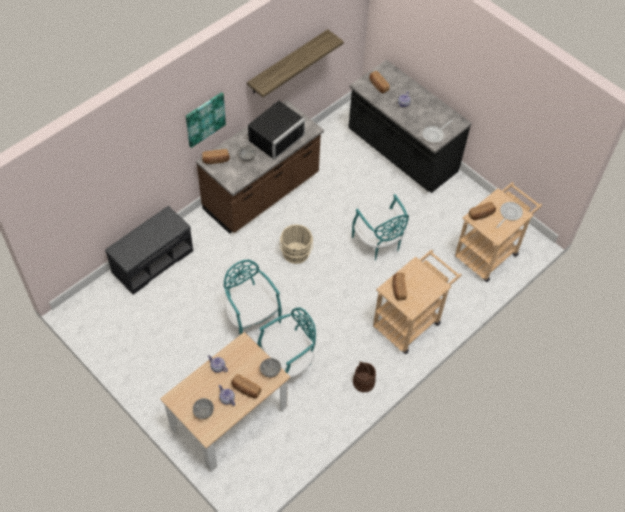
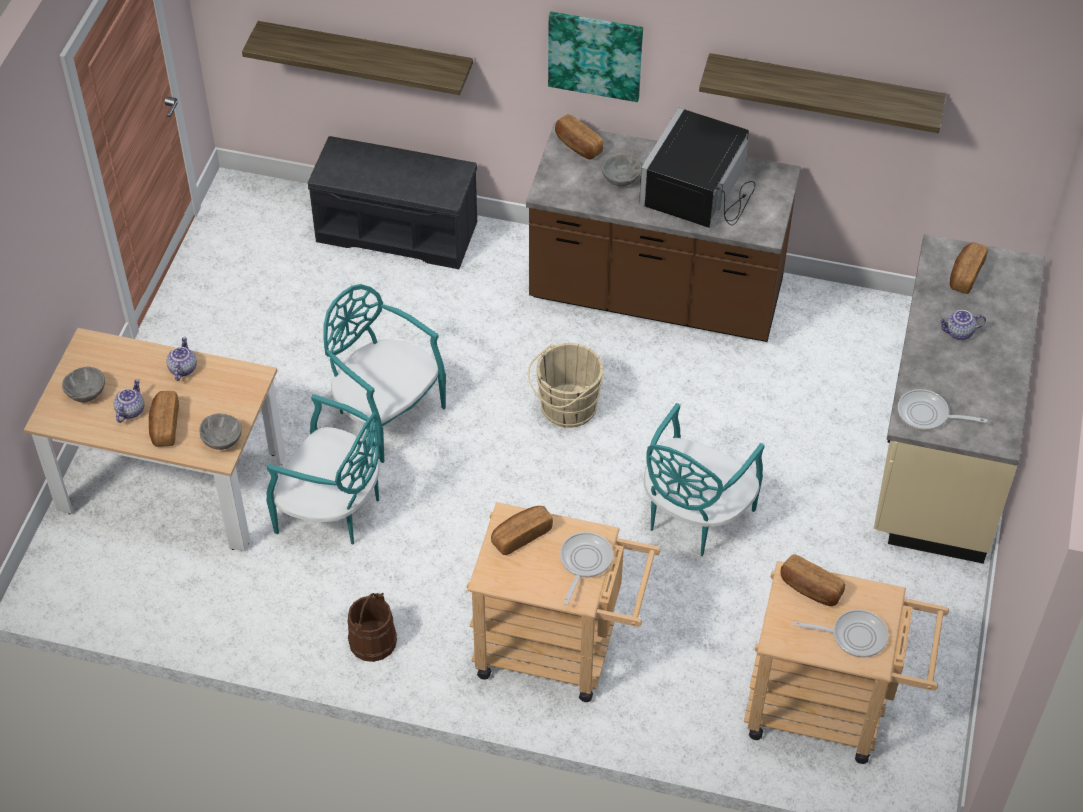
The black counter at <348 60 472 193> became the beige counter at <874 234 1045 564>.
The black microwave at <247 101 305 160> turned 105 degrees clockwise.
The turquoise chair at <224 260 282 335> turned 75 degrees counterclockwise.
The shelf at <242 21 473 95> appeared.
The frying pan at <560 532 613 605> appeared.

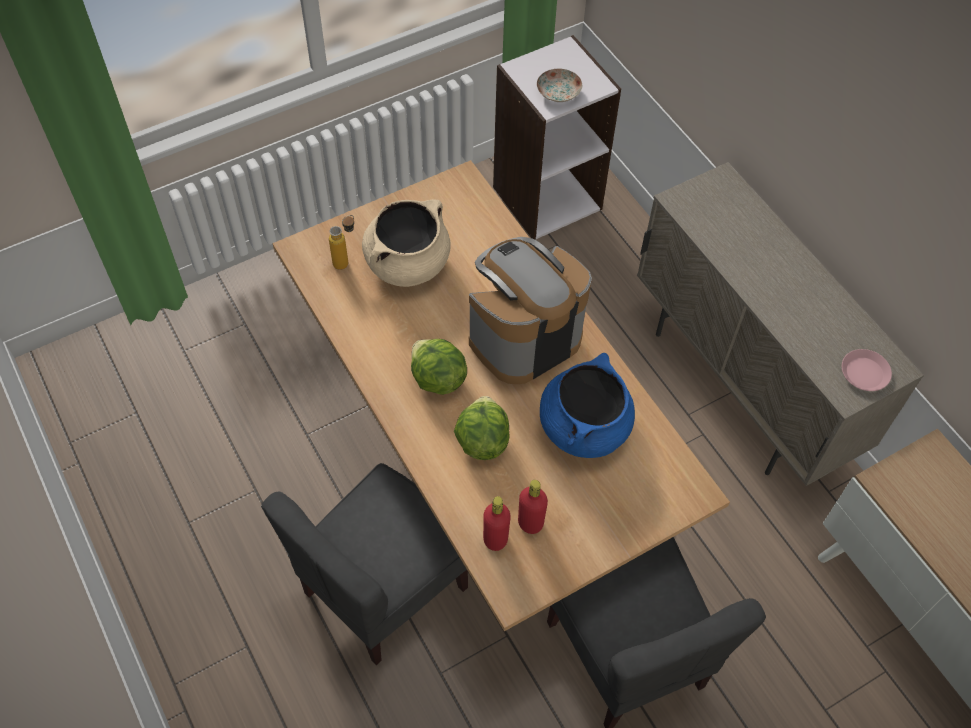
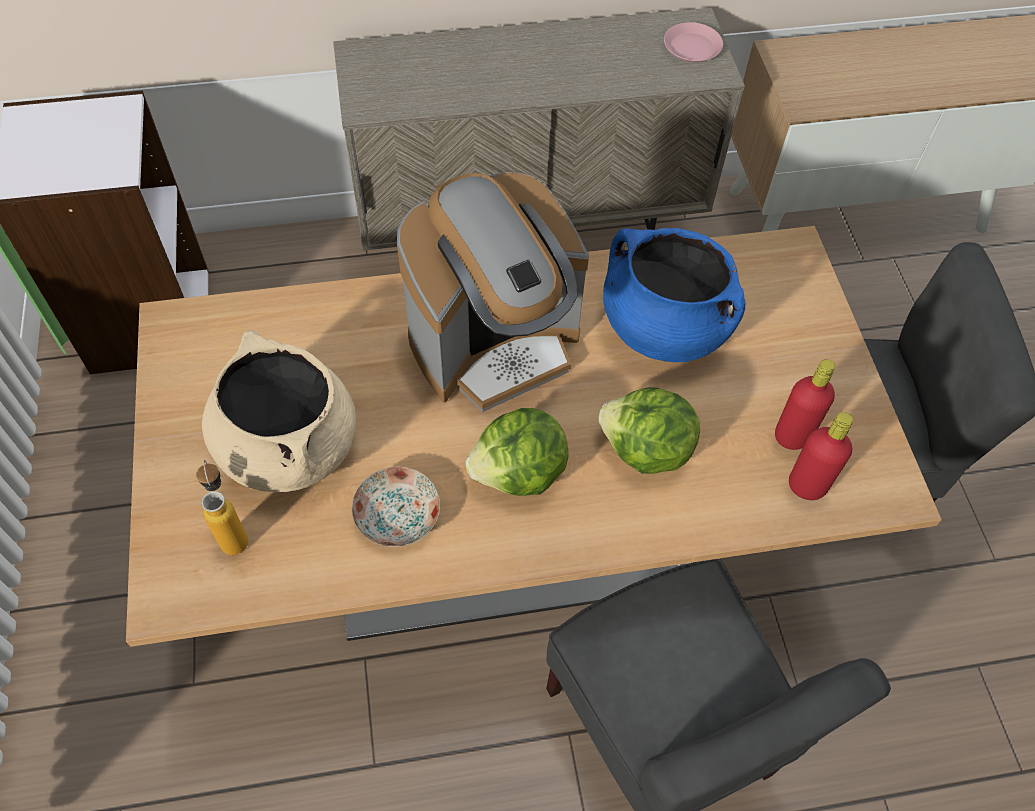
The plate moved from <537 69 582 102> to <352 466 440 547>.
The coffee machine at <469 237 592 384> turned 105 degrees counterclockwise.

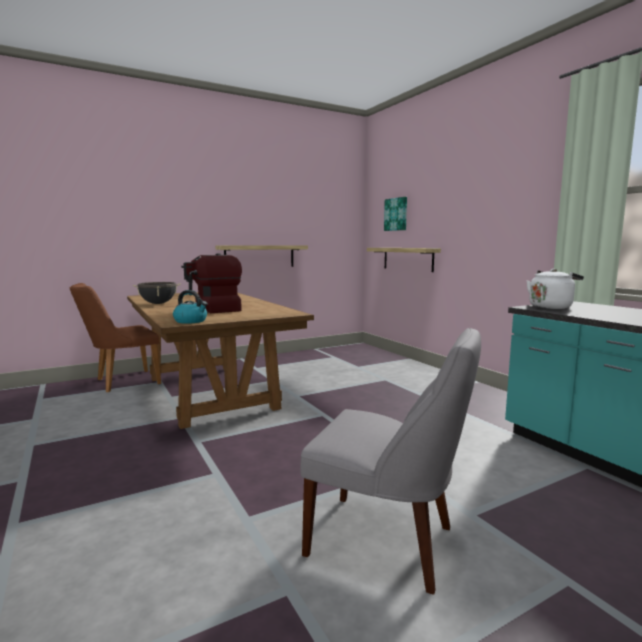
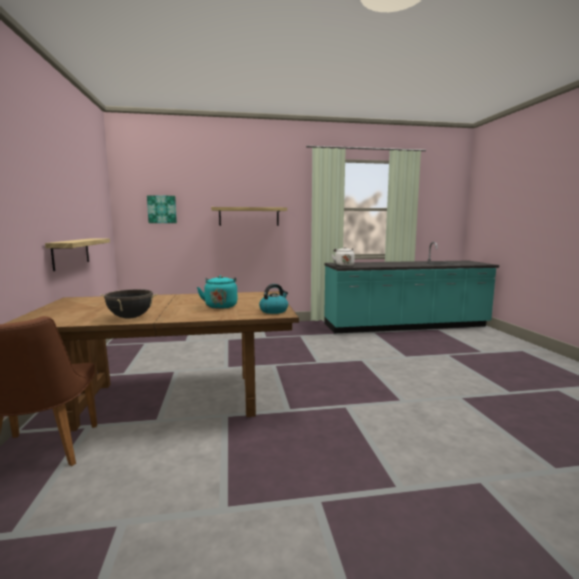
The shelf moved from <367 248 441 272> to <211 207 287 226>.
The coffee machine at <177 254 242 314> was replaced by the turquoise kettle at <197 275 237 309>.
The grey chair at <300 328 481 595> disappeared.

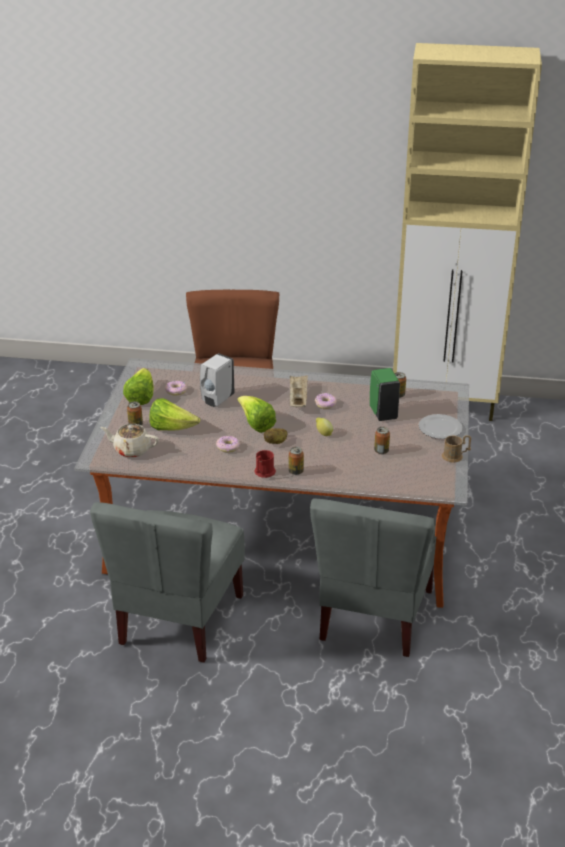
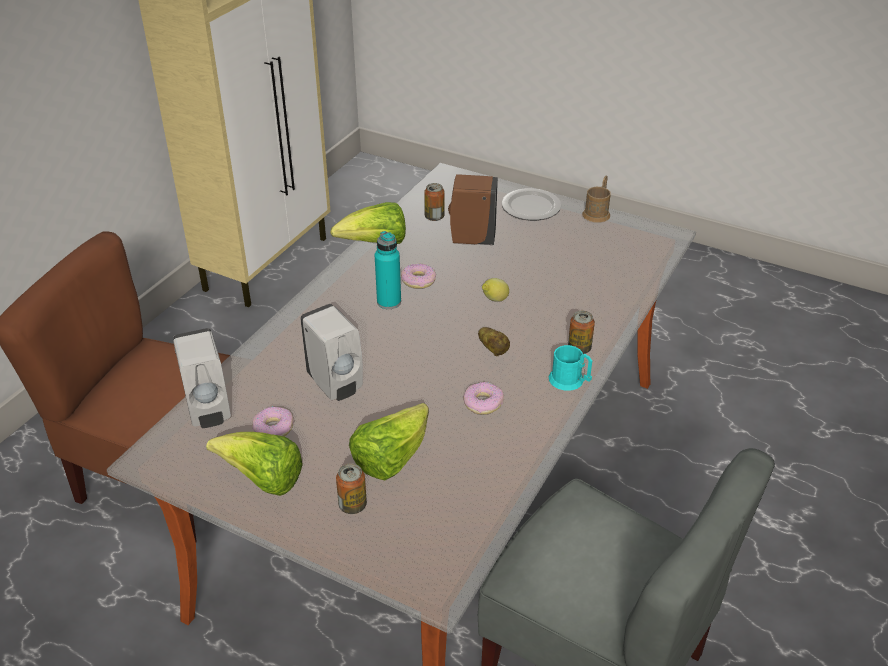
The green soap dispenser at <370 368 400 421> became the brown soap dispenser at <448 174 498 245>.
The beige tray at <290 375 308 407> was replaced by the turquoise bottle at <375 231 401 309>.
The lettuce moved from <238 396 276 433> to <330 202 406 244>.
The beige teapot at <100 424 159 458> disappeared.
The can at <374 427 390 454> disappeared.
The red mug at <254 450 276 478> became the turquoise mug at <549 345 592 390>.
The grey chair at <310 498 437 657> disappeared.
The white soap dispenser at <173 328 231 428> appeared.

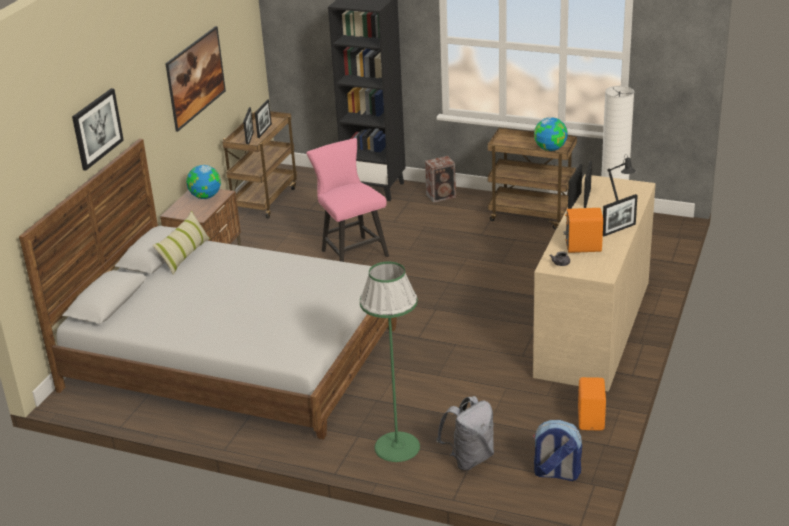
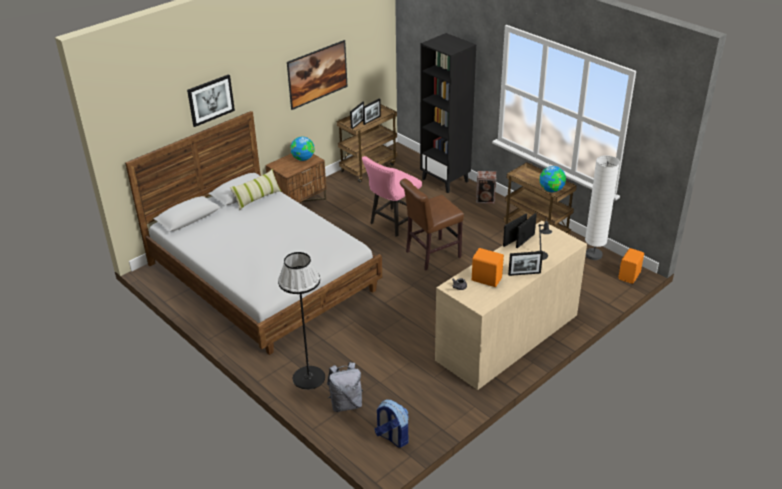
The pink chair at <306 138 389 262> turned 135 degrees counterclockwise.
The green floor lamp at <360 261 420 462> became the black floor lamp at <278 252 325 390>.
The orange speaker moved from <578 377 606 431> to <618 248 644 284>.
The brown chair at <400 179 464 271> appeared.

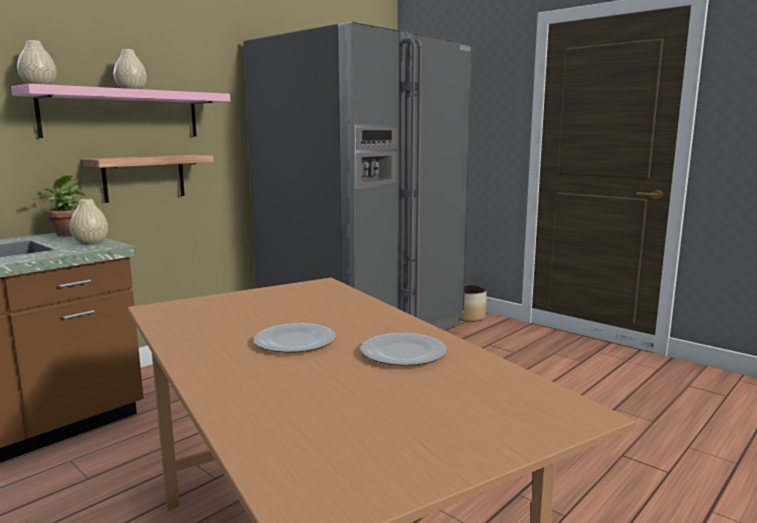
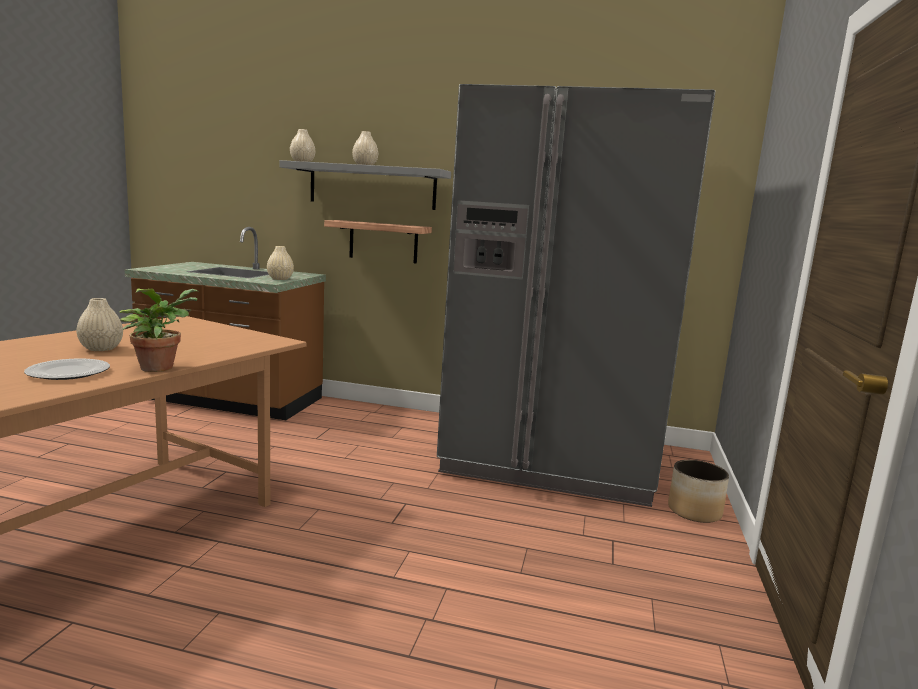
The pink shelf at <11 84 230 138> became the grey shelf at <280 160 451 210>.
The potted plant moved from <31 174 86 236> to <119 288 198 372>.
The plate at <254 323 336 353> was replaced by the beige vase at <76 298 123 351>.

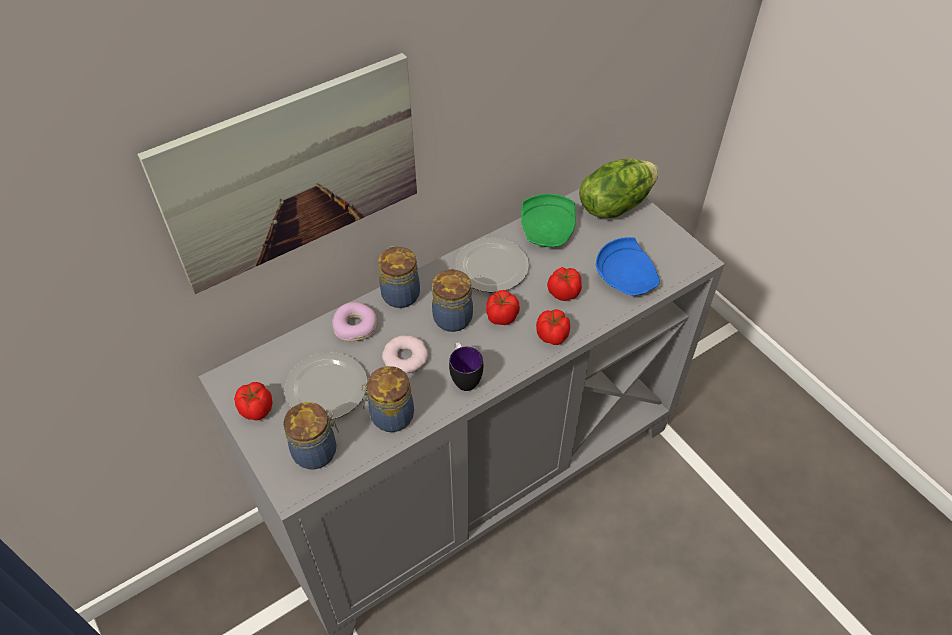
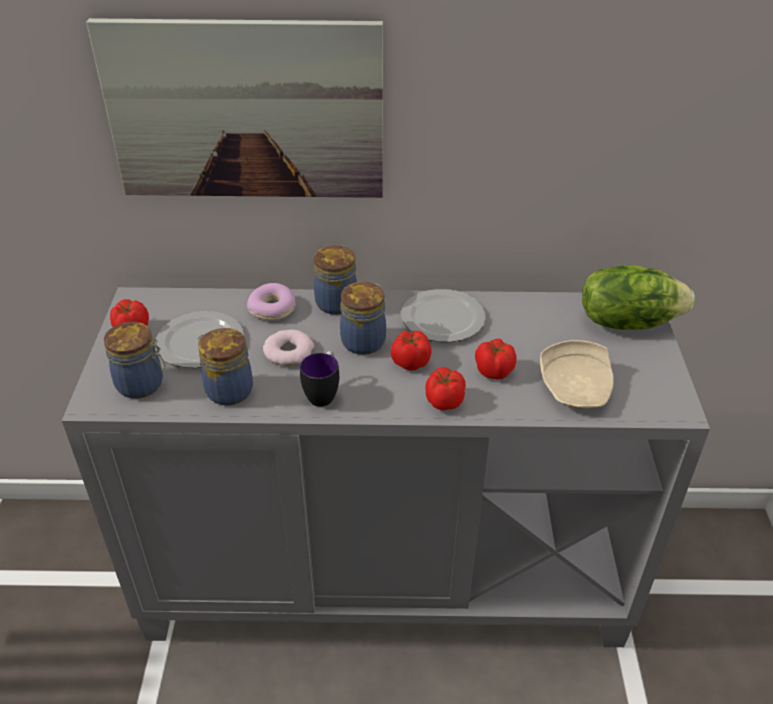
The green plate at <521 194 576 247> disappeared.
The blue plate at <596 237 660 296> became the beige plate at <540 340 614 409>.

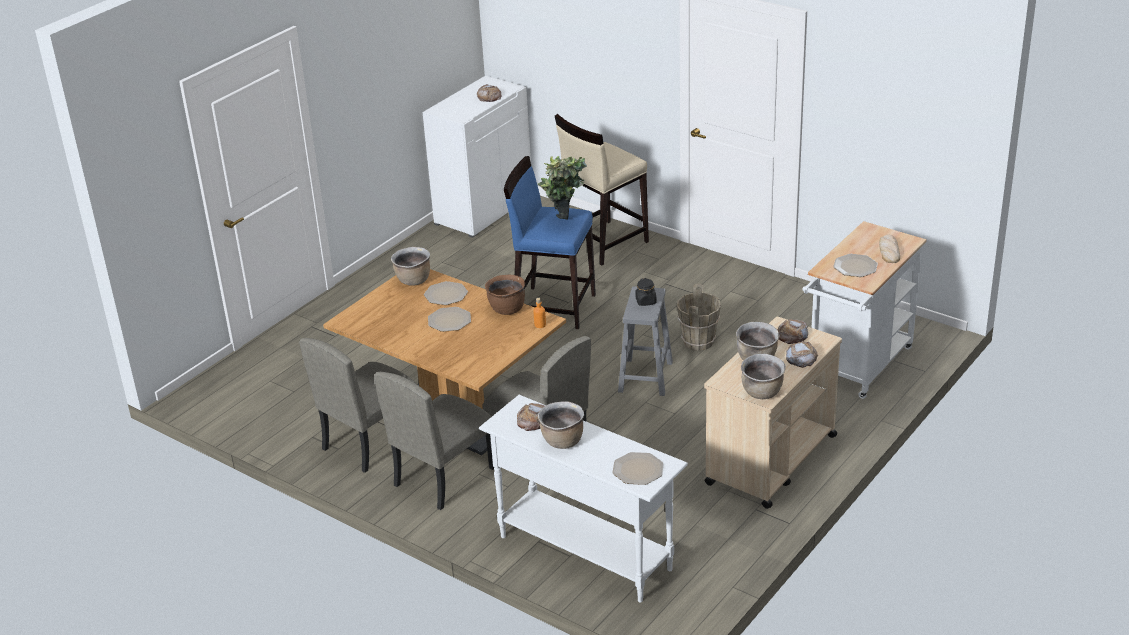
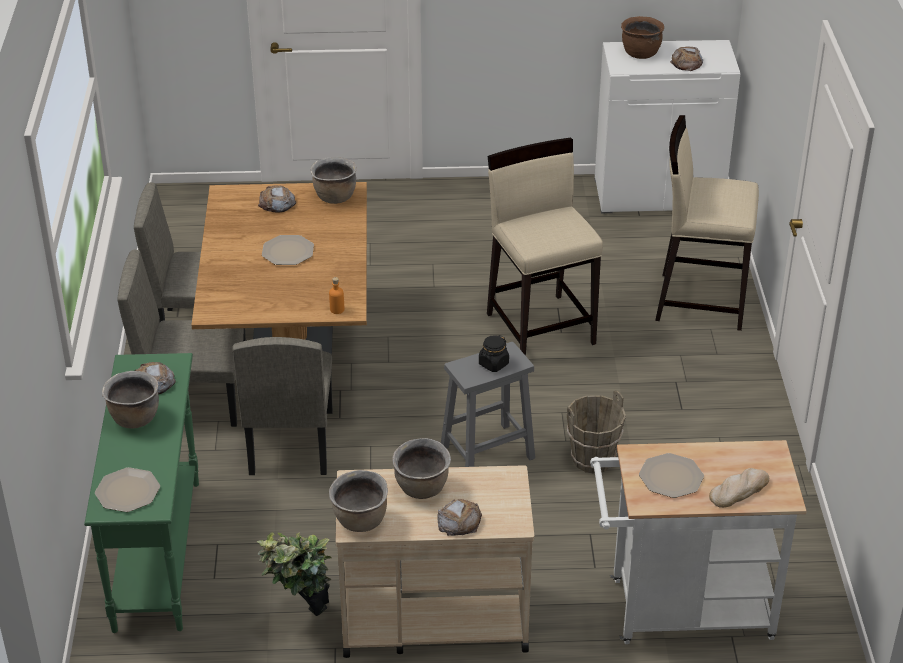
The blue stool at <504 156 596 329> became the beige stool at <487 137 603 356>.
The potted plant moved from <537 156 587 220> to <256 532 332 616>.
The brown cooking pot moved from <485 275 525 315> to <621 16 664 59>.
The plate at <424 281 468 305> disappeared.
The bread moved from <778 319 808 344> to <258 185 296 213>.
The white console table at <479 395 688 603> became the green console table at <84 353 199 633>.

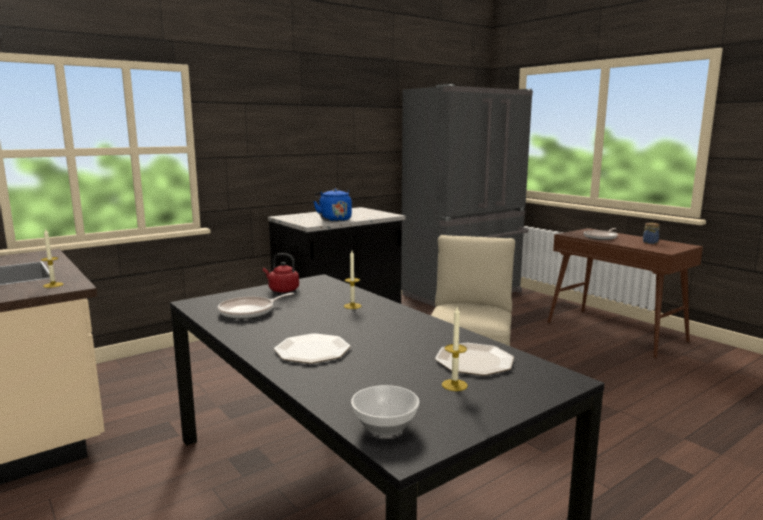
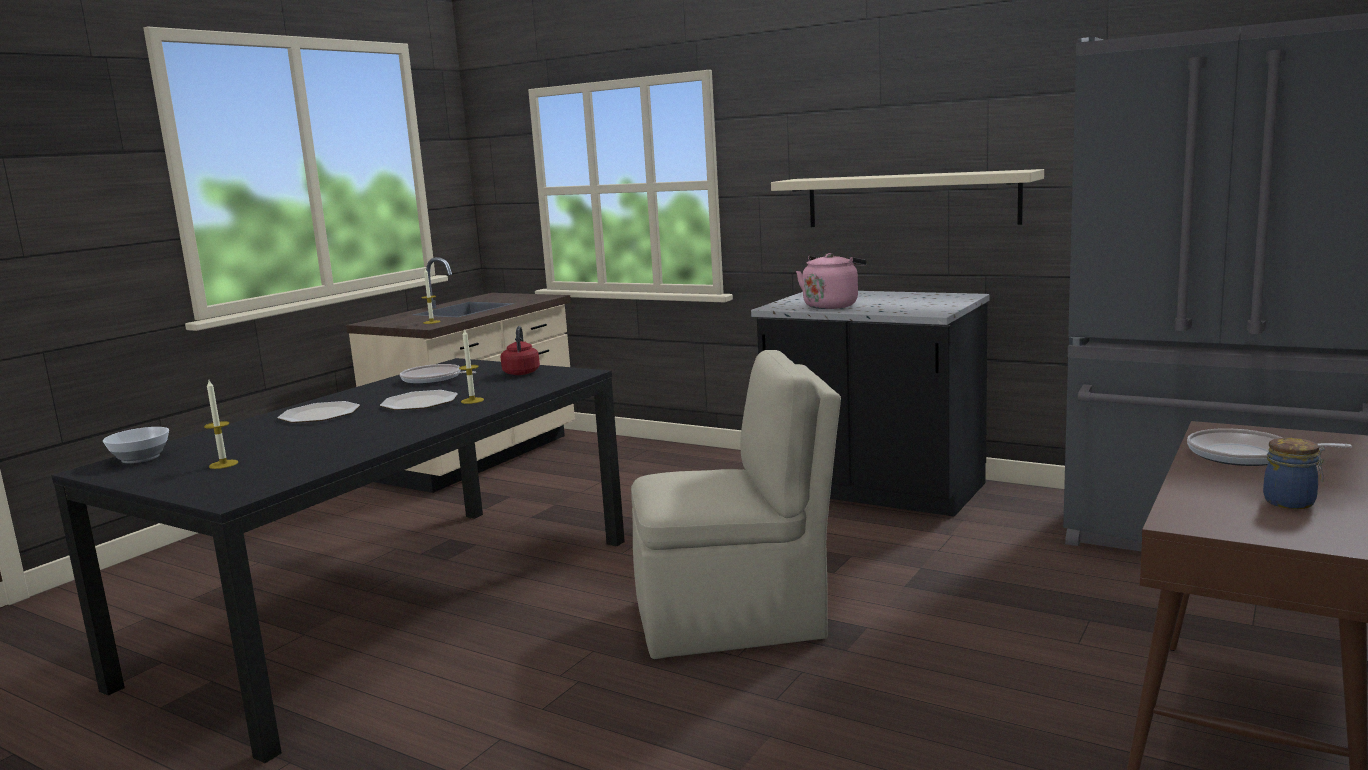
The blue kettle at <313 189 352 222> became the pink kettle at <796 253 867 309>.
The plate moved from <435 343 514 376> to <380 390 458 410>.
The beige shelf at <771 169 1044 227> appeared.

